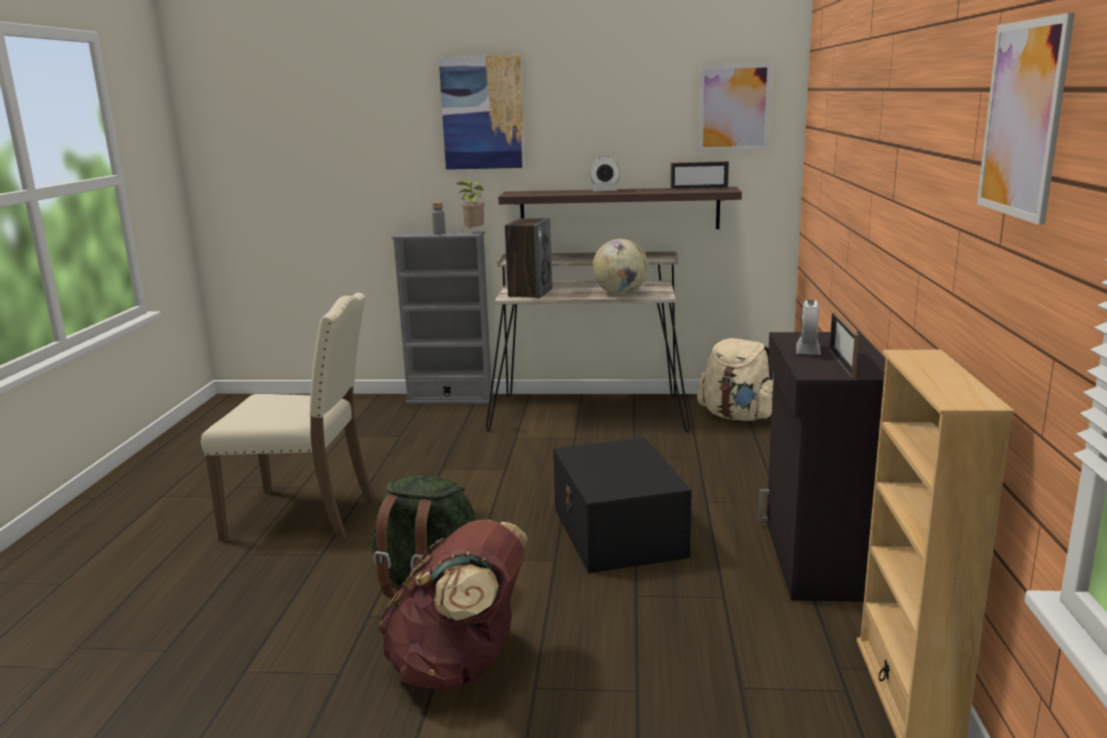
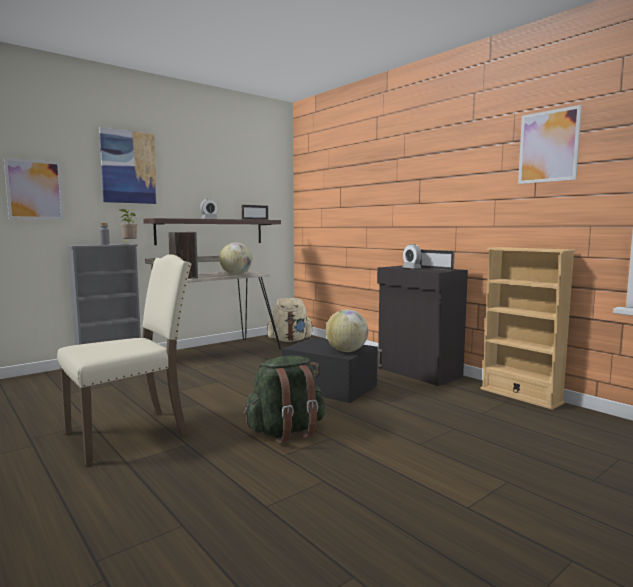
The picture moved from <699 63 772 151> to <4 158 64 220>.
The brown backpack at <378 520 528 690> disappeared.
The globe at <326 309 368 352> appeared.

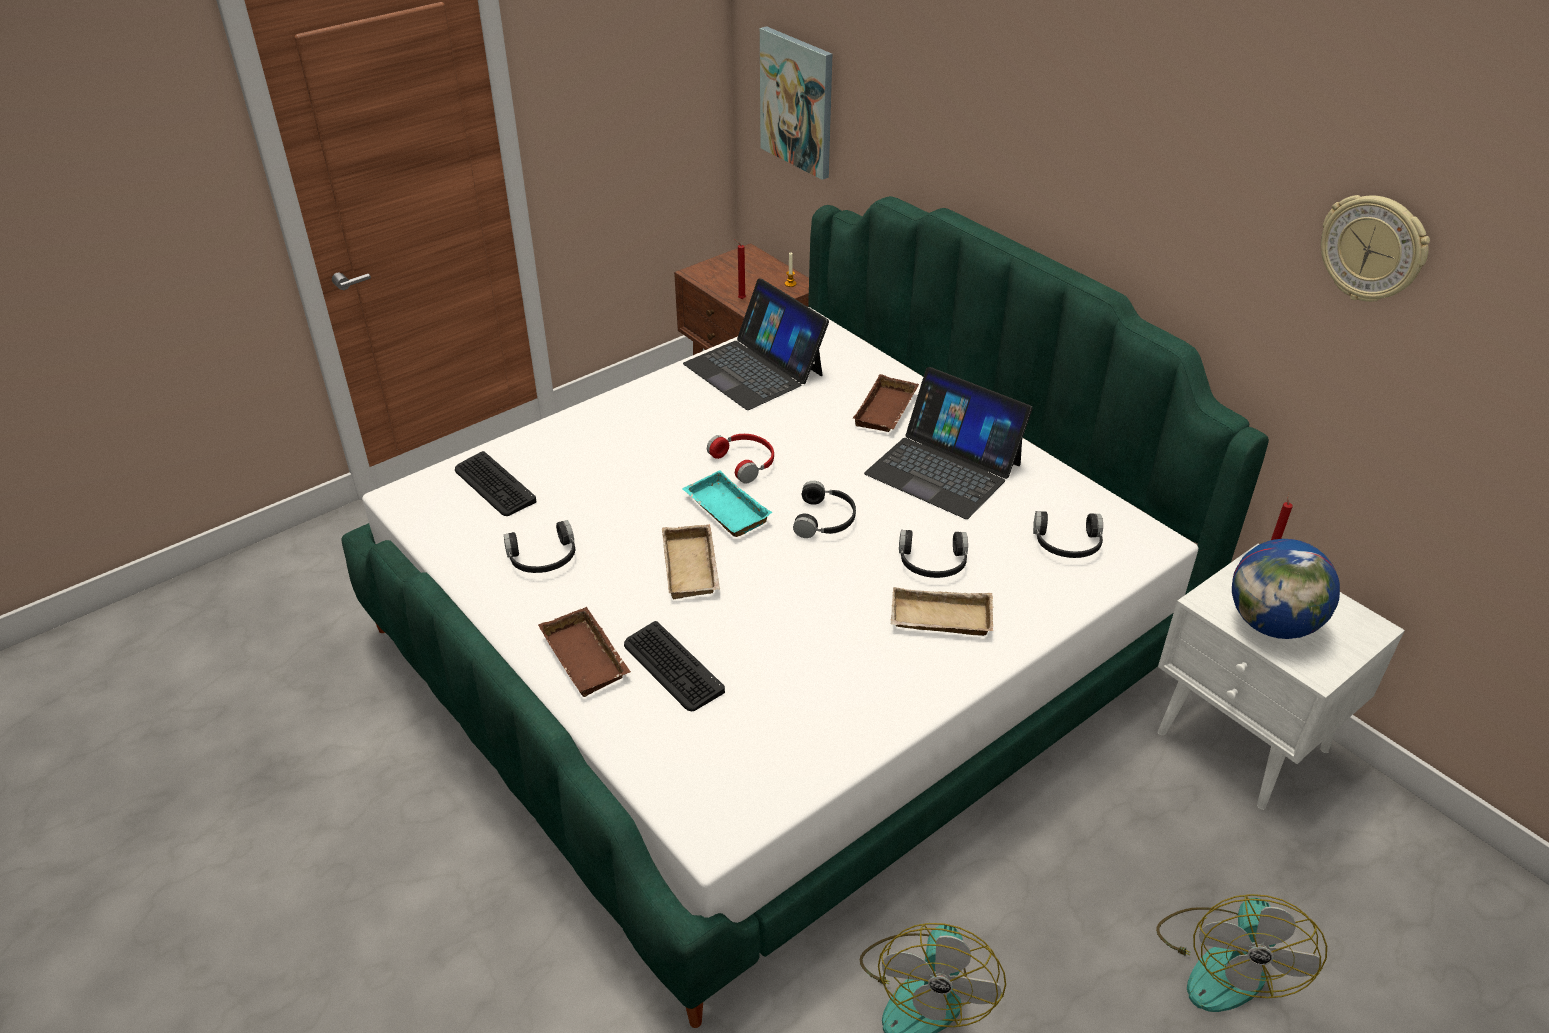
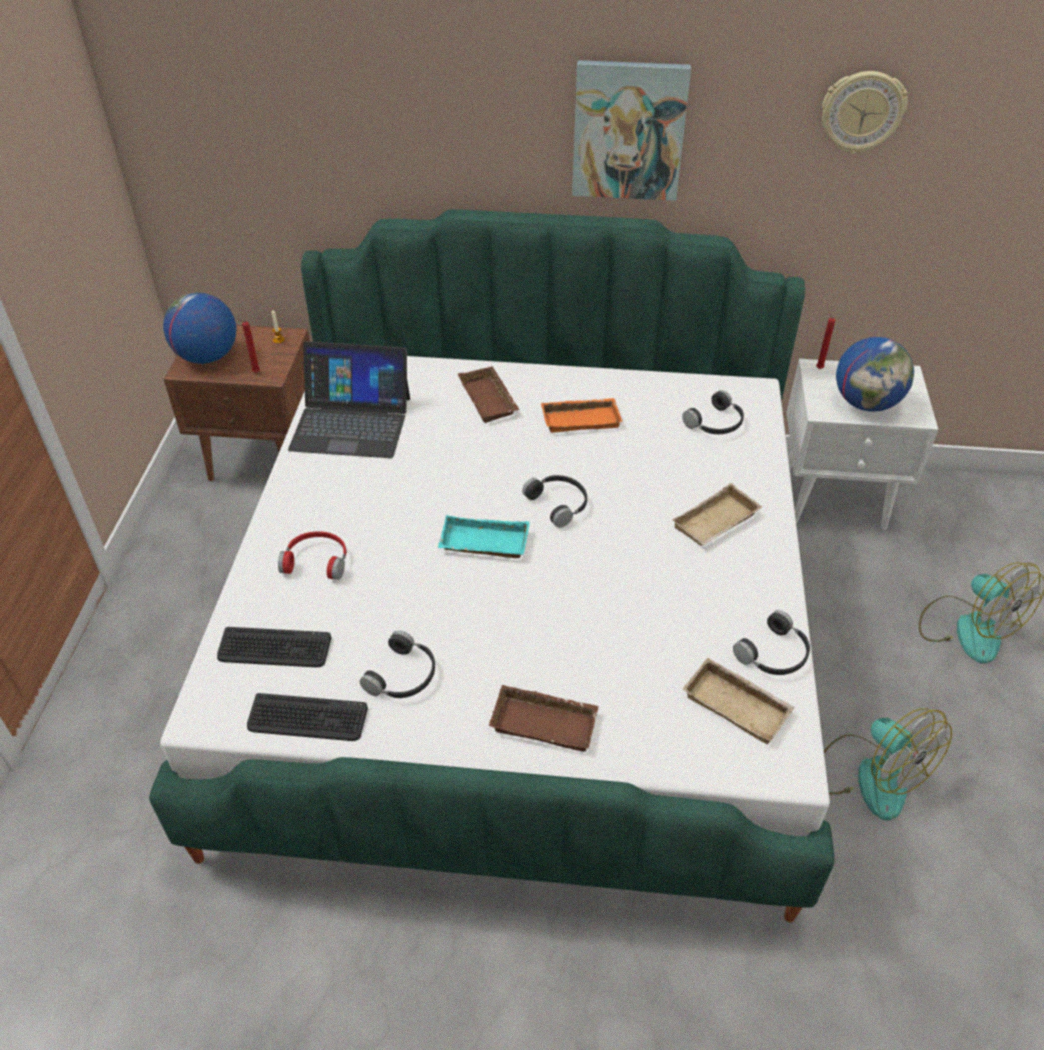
The picture moved from <760 26 832 180> to <572 60 691 201>.
The laptop at <864 367 1033 519> was replaced by the orange tray at <541 398 623 433>.
The red headphones moved from <707 434 774 484> to <278 531 347 580>.
The beige tray moved from <662 524 720 599> to <683 657 795 744>.
The black headphones moved from <899 530 968 578> to <733 610 810 675>.
The keyboard moved from <624 621 725 711> to <247 693 368 741>.
The globe at <163 292 237 364> appeared.

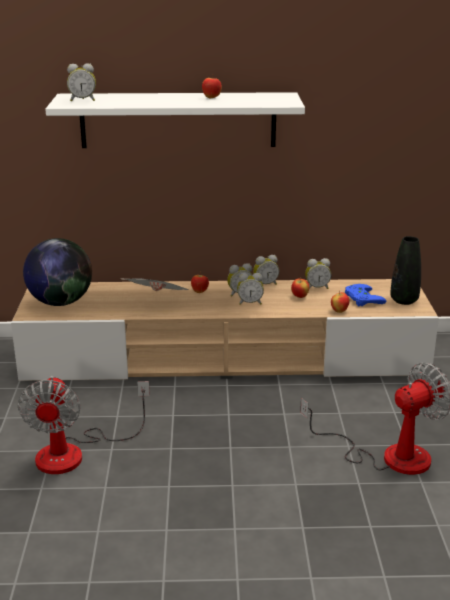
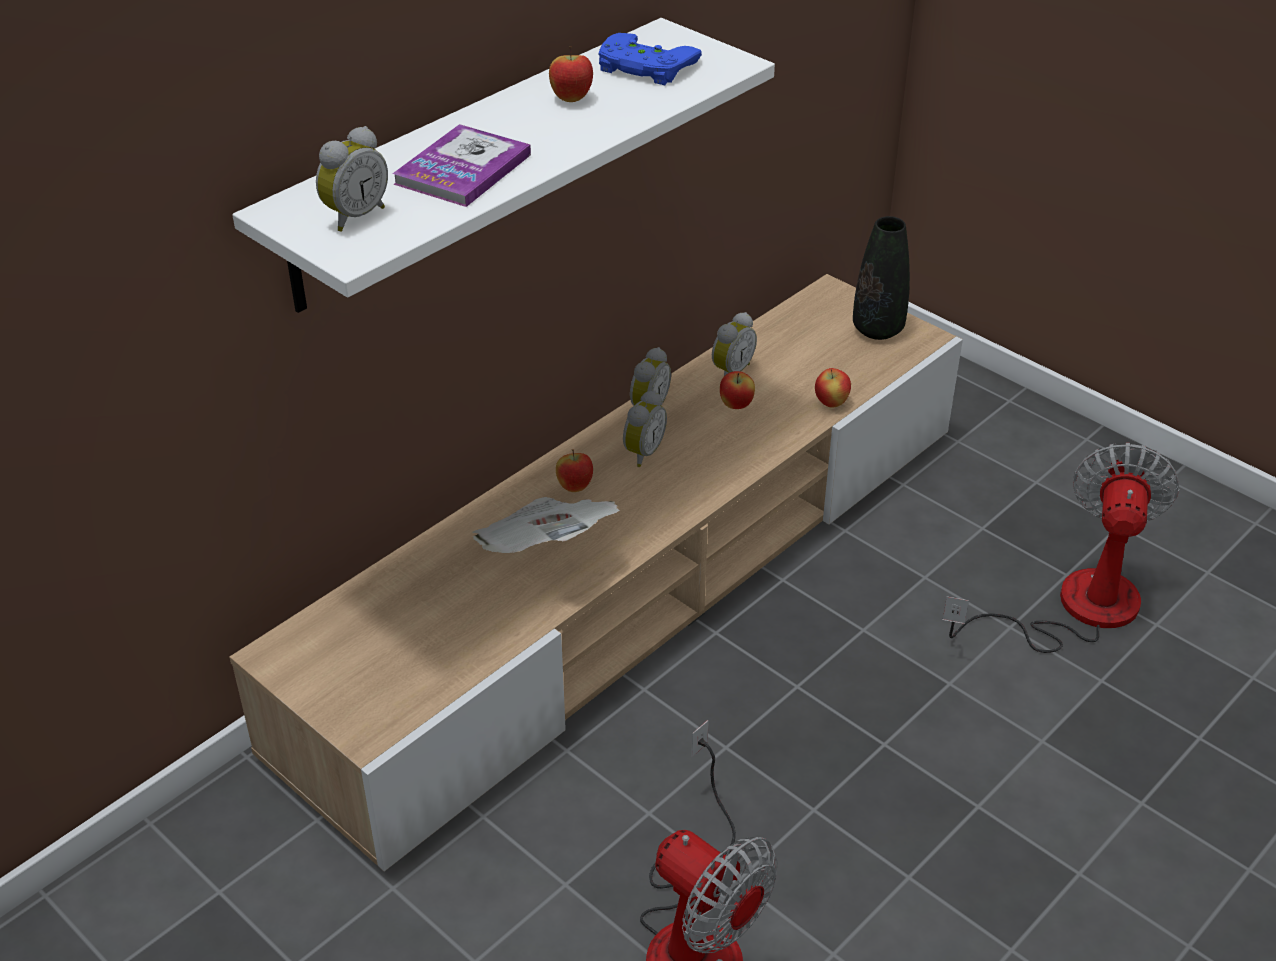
The globe at <23 238 92 306> disappeared.
The alarm clock at <237 273 264 305> disappeared.
The blue game controller moved from <345 284 386 306> to <599 33 702 85>.
The book at <392 124 531 207> appeared.

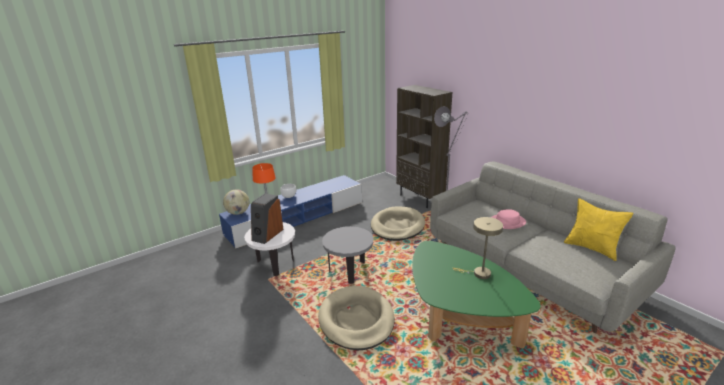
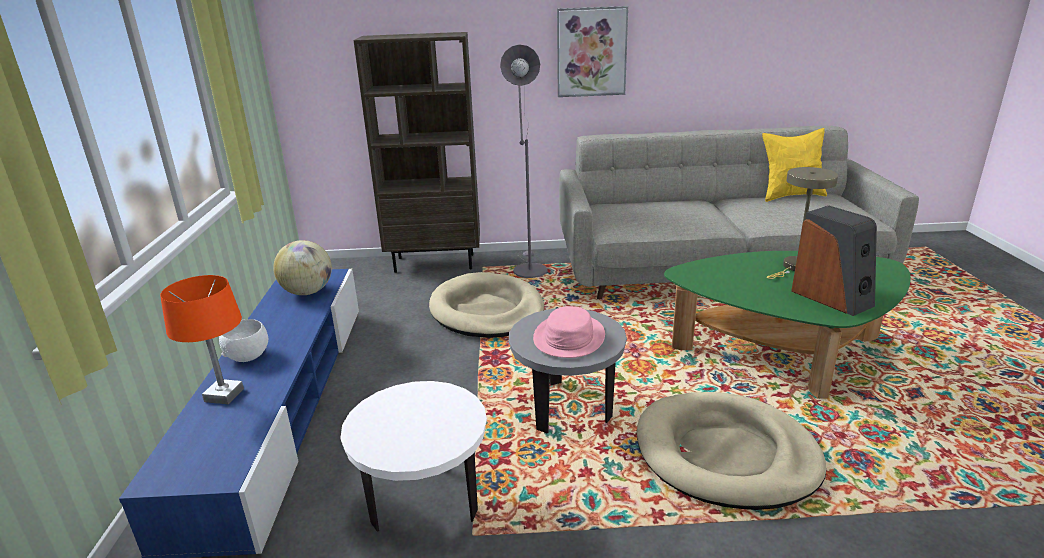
The globe moved from <223 190 249 215> to <273 240 332 295>.
The speaker moved from <251 193 284 244> to <791 206 877 316>.
The pink hat moved from <491 209 526 229> to <533 306 605 358>.
The picture at <557 6 628 97> appeared.

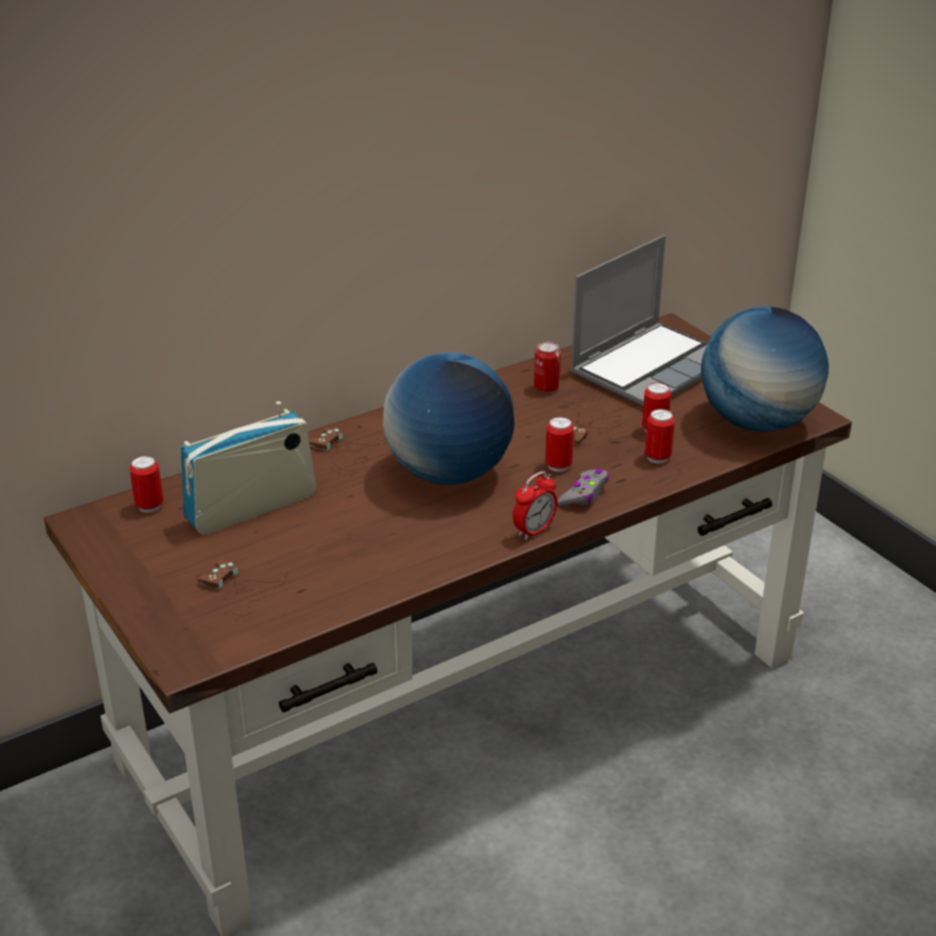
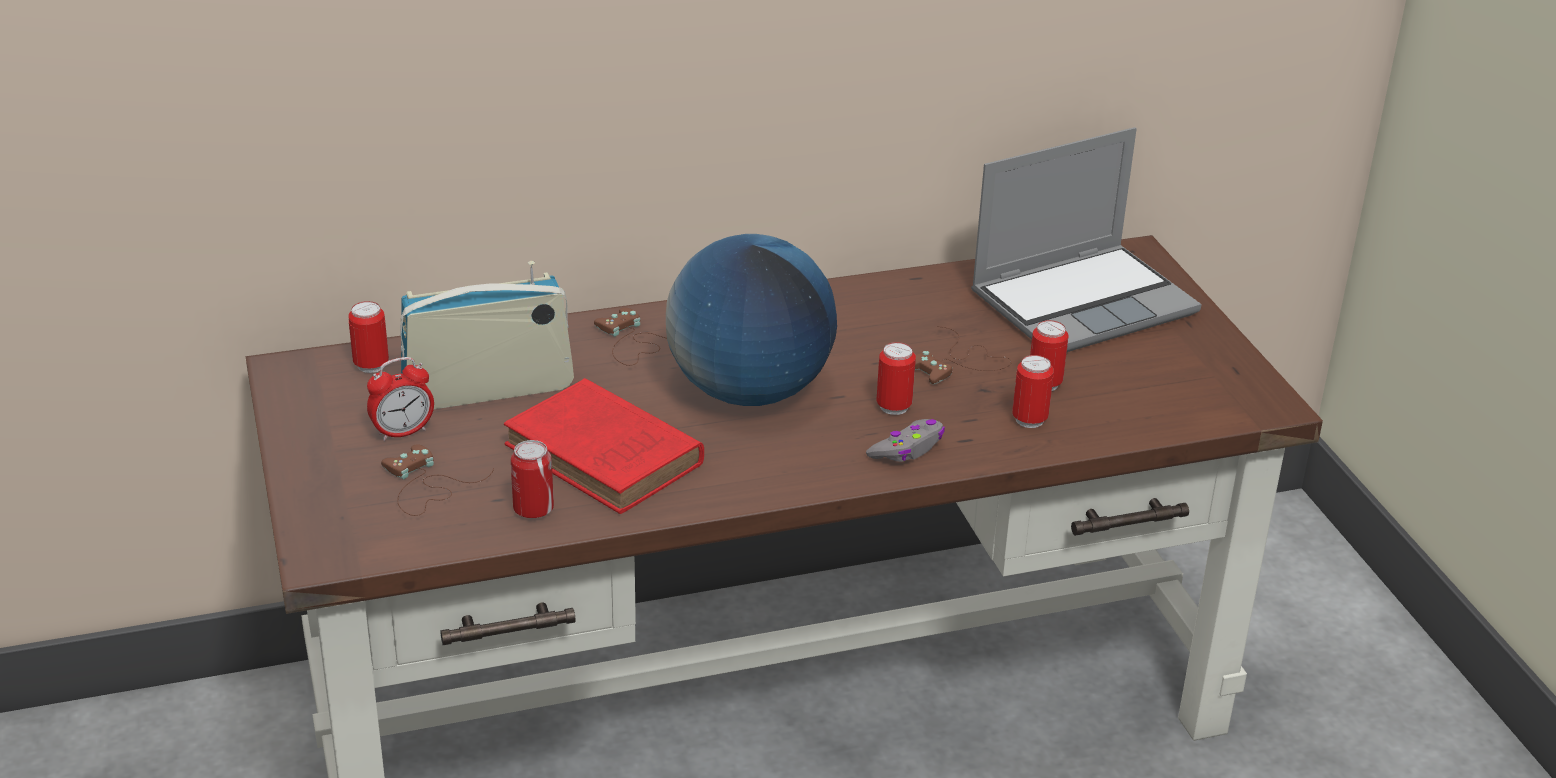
The globe at <701 307 829 432> disappeared.
The can moved from <534 342 561 393> to <511 440 554 518>.
The alarm clock moved from <513 471 557 540> to <367 357 434 441>.
The red book at <504 378 704 514> appeared.

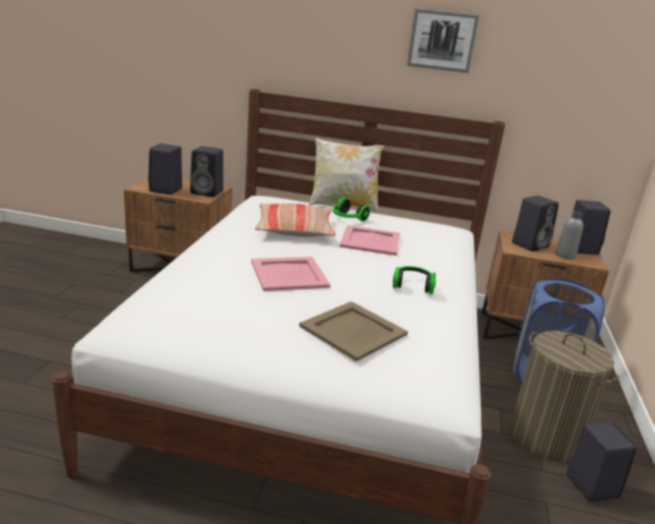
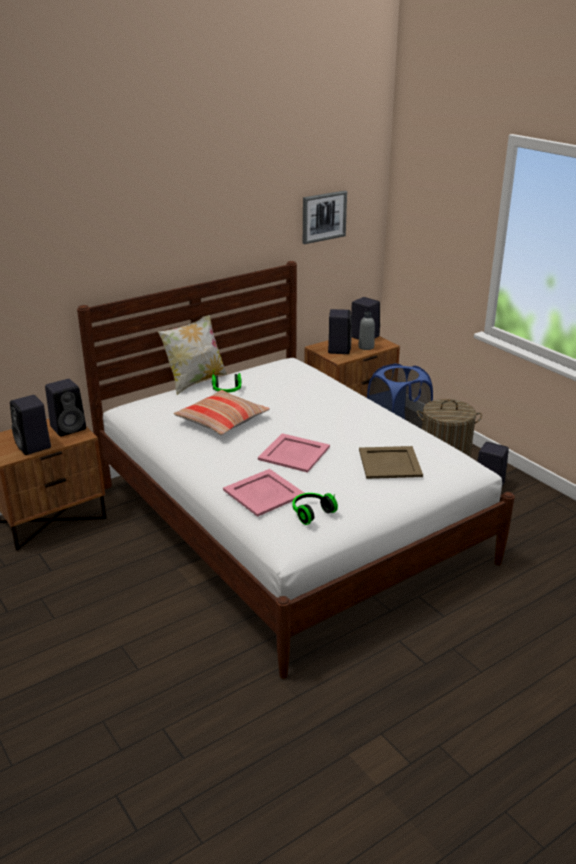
The picture moved from <407 8 479 73> to <303 191 347 244>.
The pink tray moved from <339 225 400 256> to <223 469 304 517>.
The headphones moved from <393 266 436 295> to <292 493 338 525>.

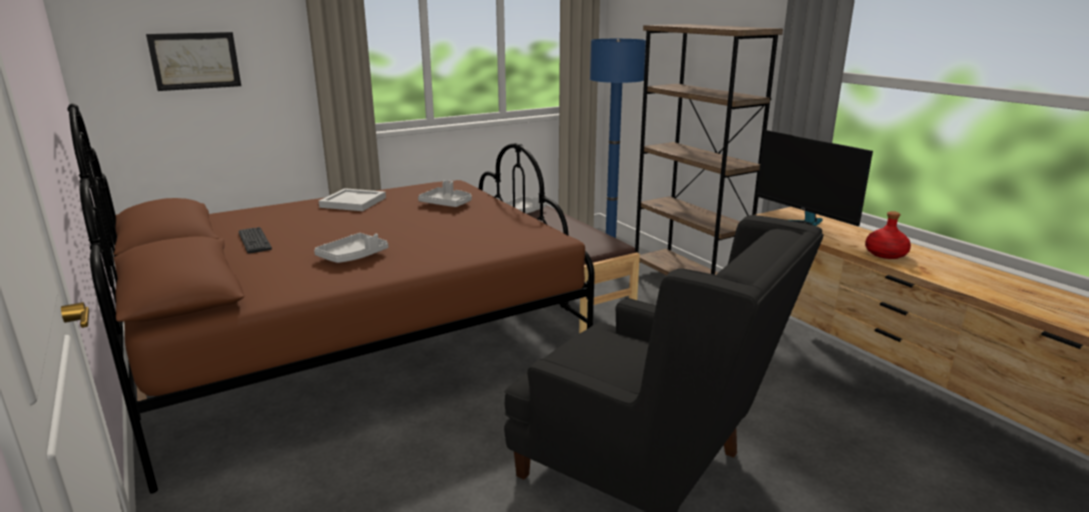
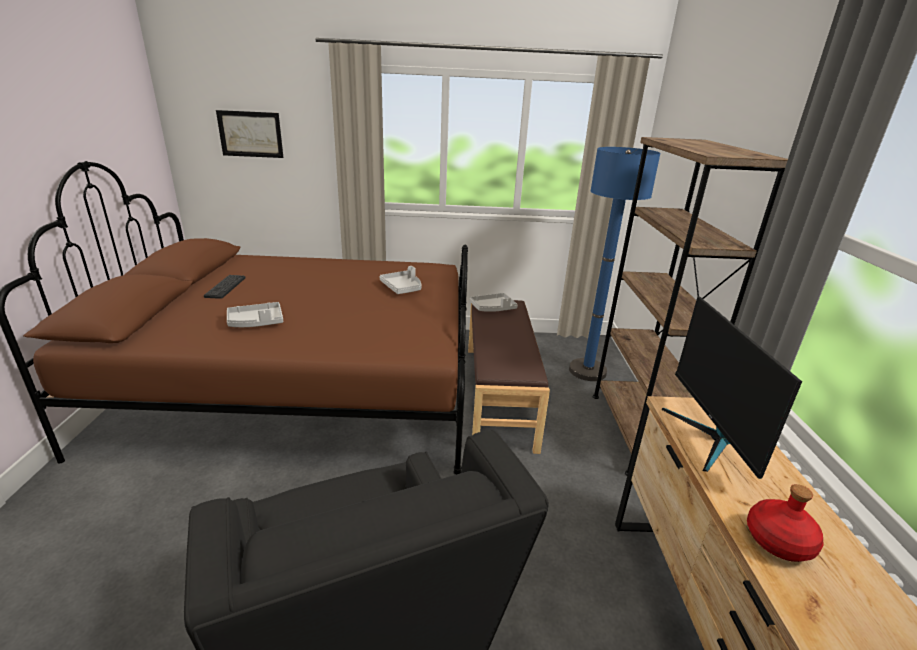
The white tray at <319 188 386 211> disappeared.

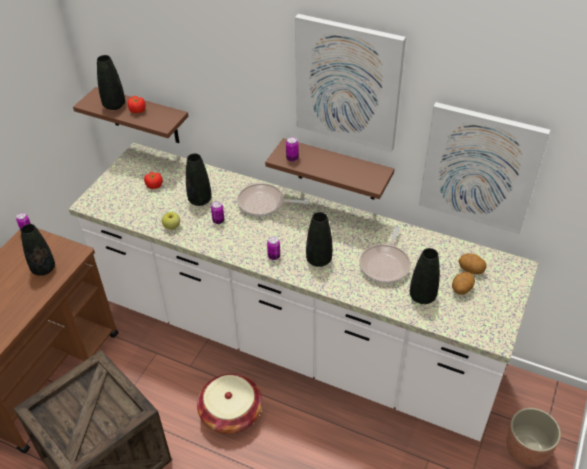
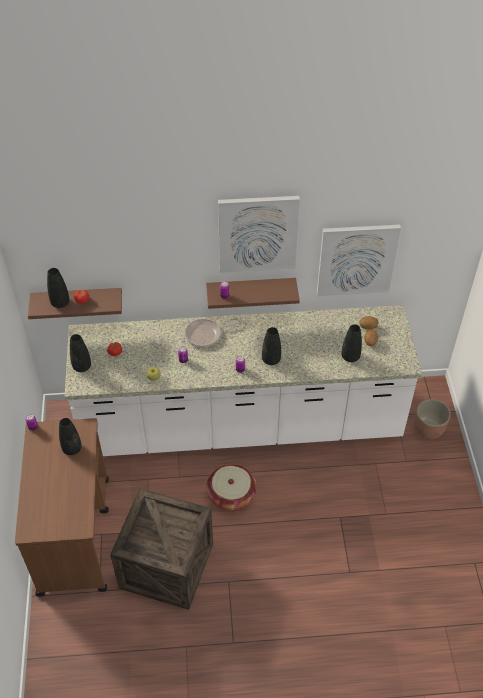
The black vase moved from <186 154 211 206> to <70 334 91 372>.
The frying pan at <359 226 411 284> disappeared.

